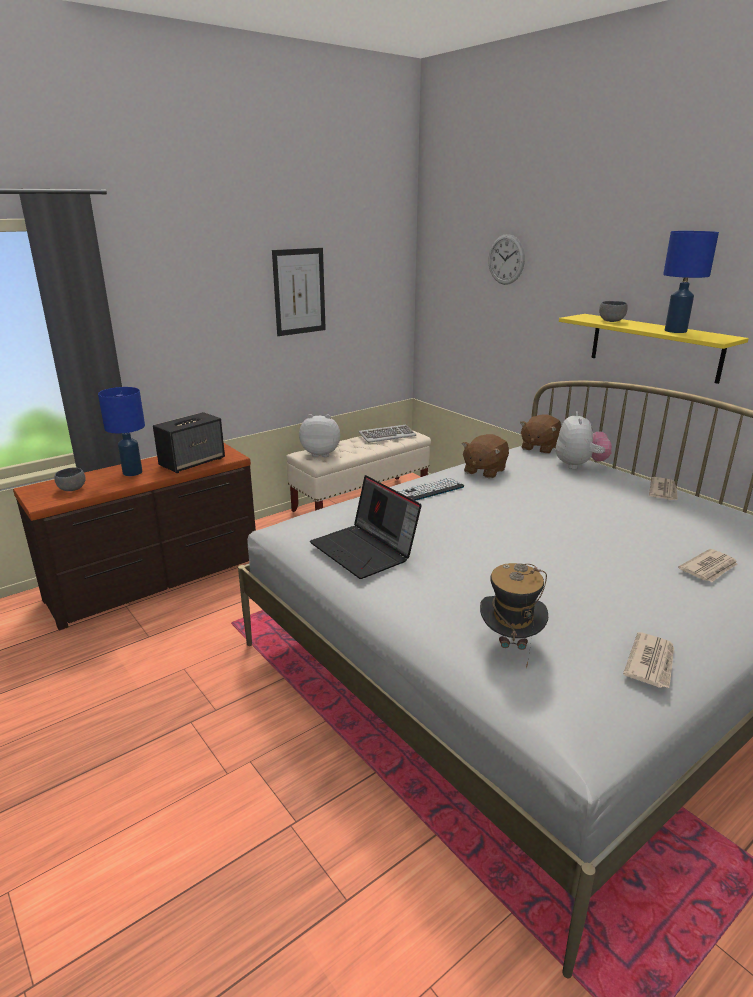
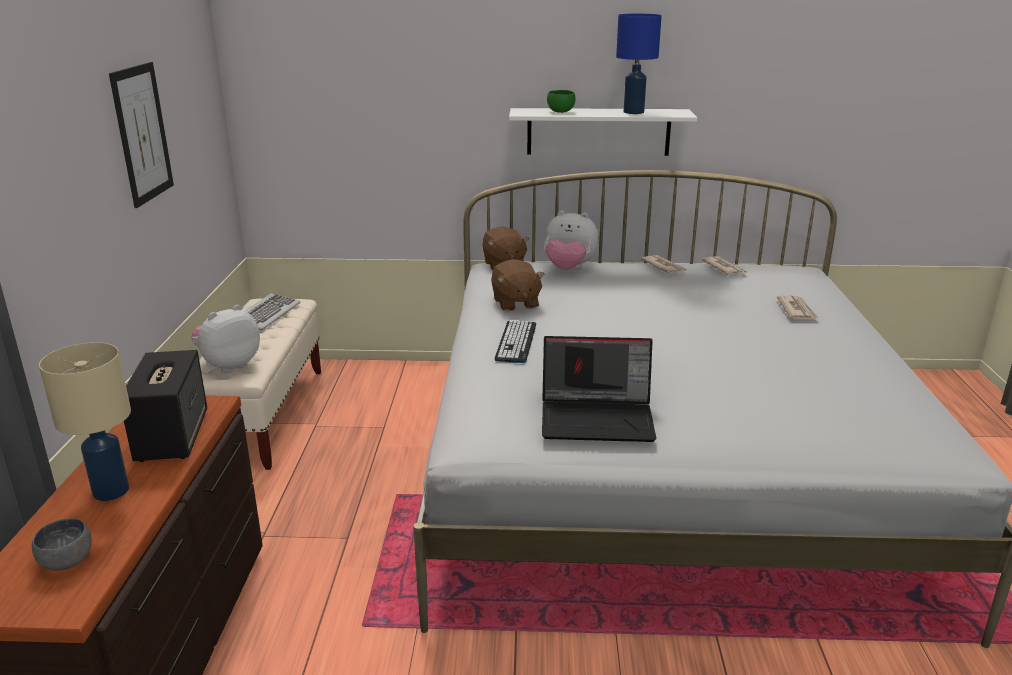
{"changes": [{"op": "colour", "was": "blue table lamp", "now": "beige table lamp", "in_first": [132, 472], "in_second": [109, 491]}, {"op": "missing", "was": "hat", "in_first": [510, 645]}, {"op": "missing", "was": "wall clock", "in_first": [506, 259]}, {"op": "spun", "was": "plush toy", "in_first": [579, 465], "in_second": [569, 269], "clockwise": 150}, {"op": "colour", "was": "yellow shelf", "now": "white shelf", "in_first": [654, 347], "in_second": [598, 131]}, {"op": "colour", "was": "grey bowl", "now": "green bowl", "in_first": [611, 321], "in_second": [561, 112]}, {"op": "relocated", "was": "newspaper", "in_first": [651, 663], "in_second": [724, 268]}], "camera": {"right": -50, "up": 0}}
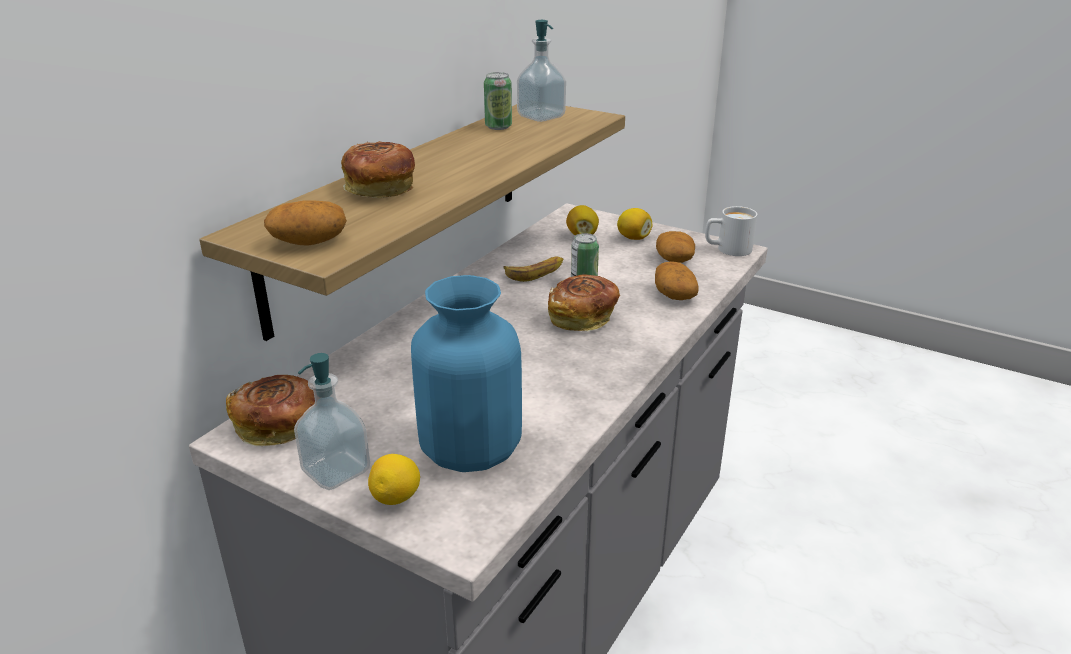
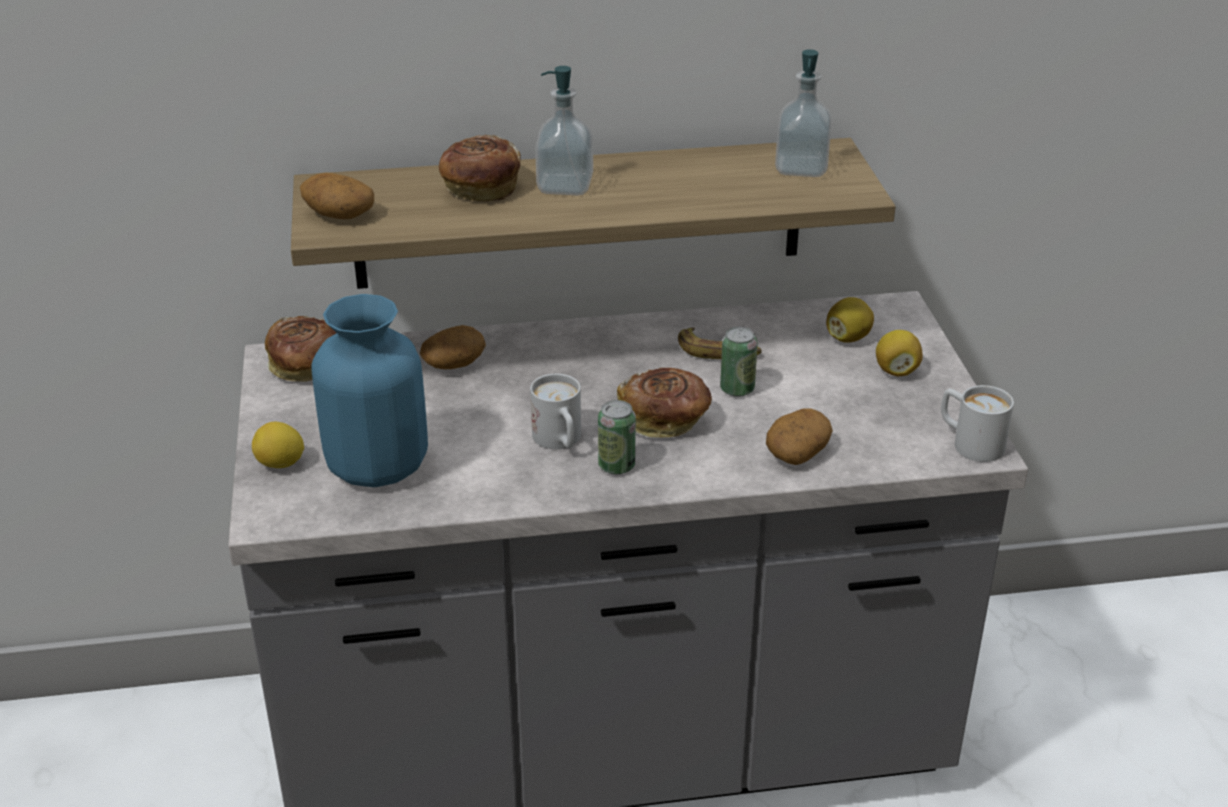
{"changes": [{"op": "relocated", "was": "soap dispenser", "in_first": [336, 471], "in_second": [565, 186]}, {"op": "relocated", "was": "can", "in_first": [498, 127], "in_second": [616, 466]}, {"op": "relocated", "was": "potato", "in_first": [675, 260], "in_second": [454, 364]}, {"op": "appeared", "now": "white mug", "in_second": [560, 441]}], "camera": {"right": 50, "up": 5}}
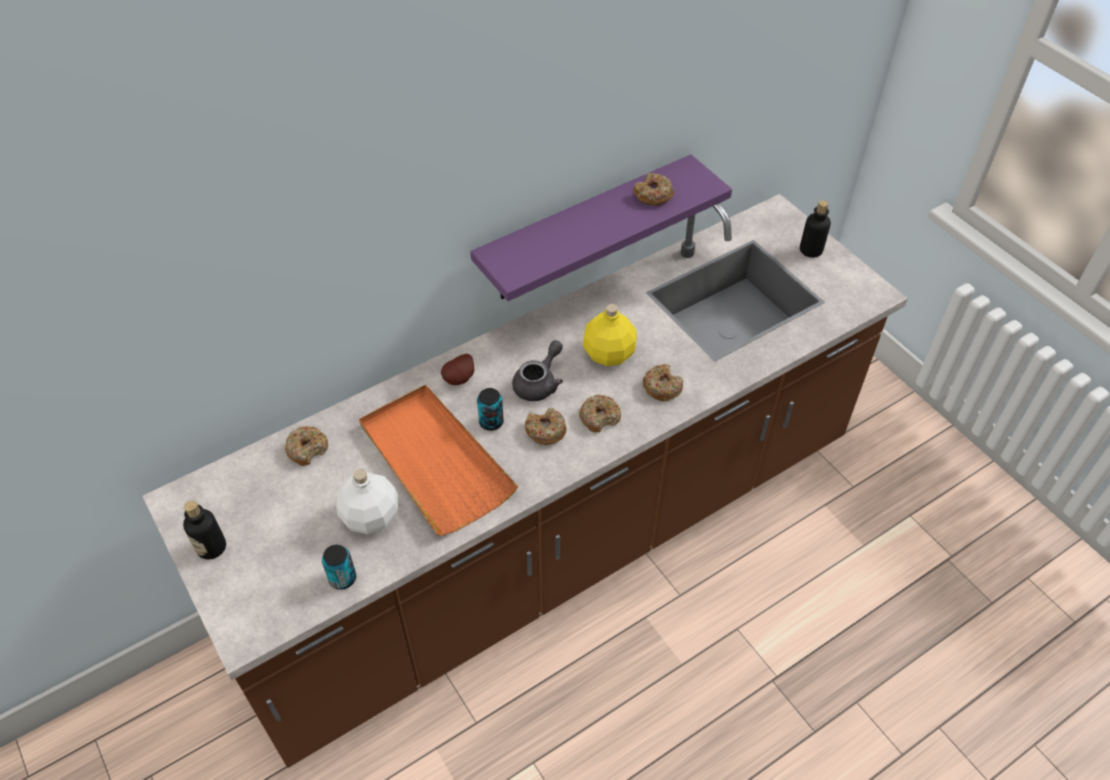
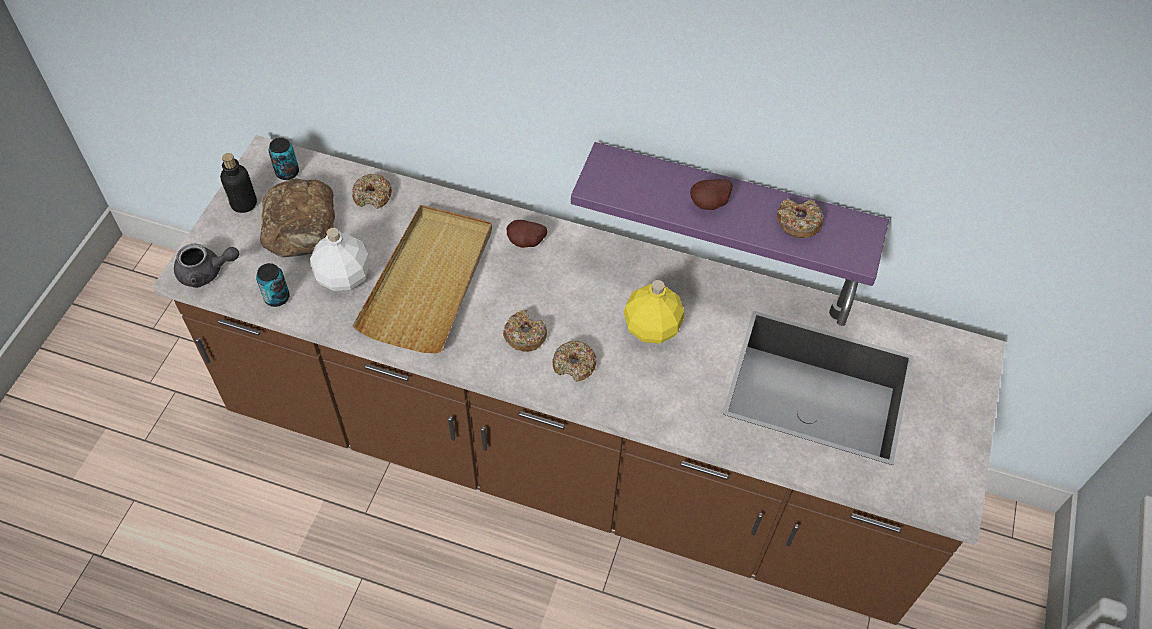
{"changes": [{"op": "colour", "was": "orange tray", "now": "beige tray", "in_first": [434, 461], "in_second": [429, 281]}, {"op": "relocated", "was": "can", "in_first": [491, 422], "in_second": [287, 172]}, {"op": "relocated", "was": "grey teapot", "in_first": [539, 383], "in_second": [206, 272]}, {"op": "missing", "was": "donut", "in_first": [662, 387]}, {"op": "missing", "was": "bottle", "in_first": [811, 250]}, {"op": "appeared", "now": "bread", "in_second": [301, 225]}, {"op": "appeared", "now": "potato", "in_second": [710, 205]}], "camera": {"right": 50, "up": 5}}
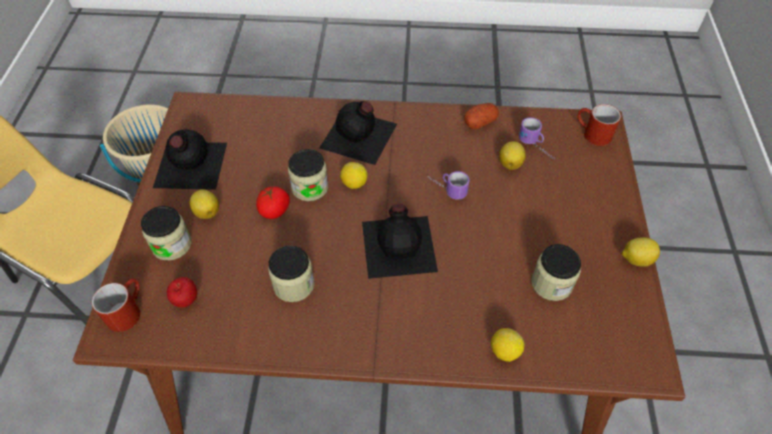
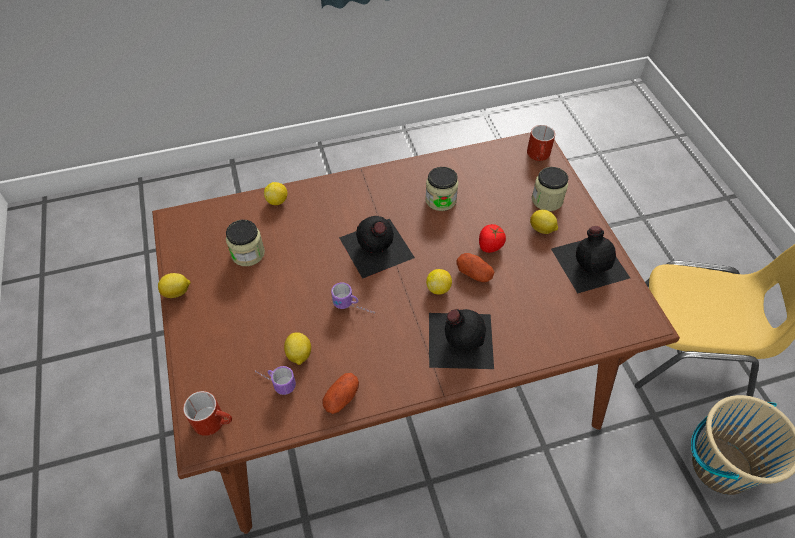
{"changes": [{"op": "missing", "was": "apple", "in_first": [186, 300]}, {"op": "exchanged", "was": "jar", "now": "potato", "in_first": [310, 187], "in_second": [474, 273]}], "camera": {"right": 160, "up": 0}}
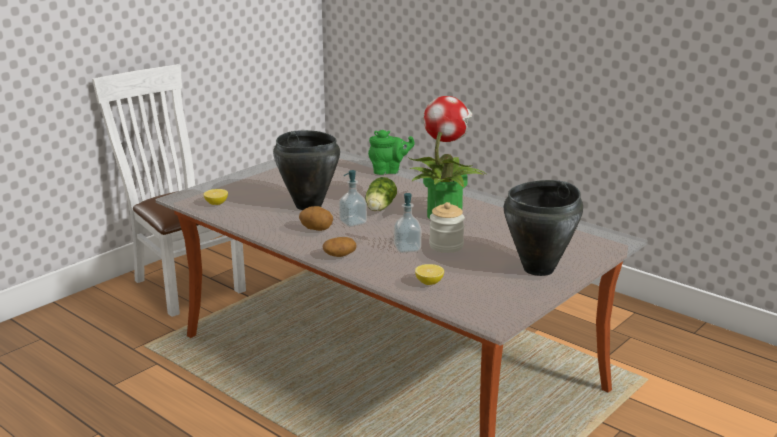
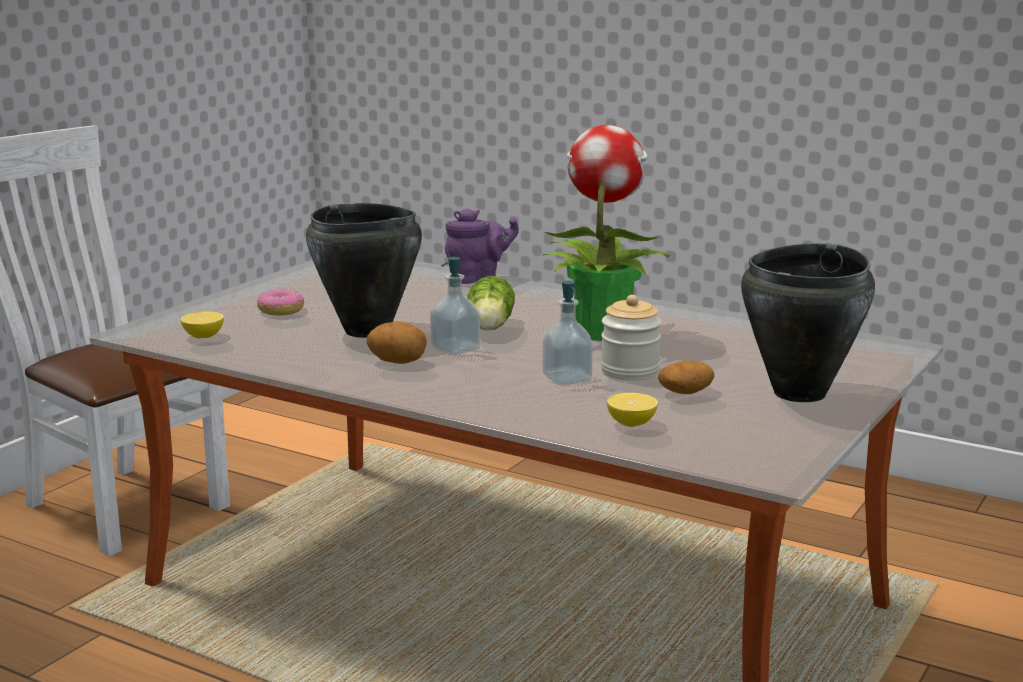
{"changes": [{"op": "relocated", "was": "potato", "in_first": [339, 255], "in_second": [685, 392]}, {"op": "colour", "was": "green teapot", "now": "purple teapot", "in_first": [389, 171], "in_second": [478, 279]}, {"op": "appeared", "now": "donut", "in_second": [281, 311]}], "camera": {"right": -10, "up": -5}}
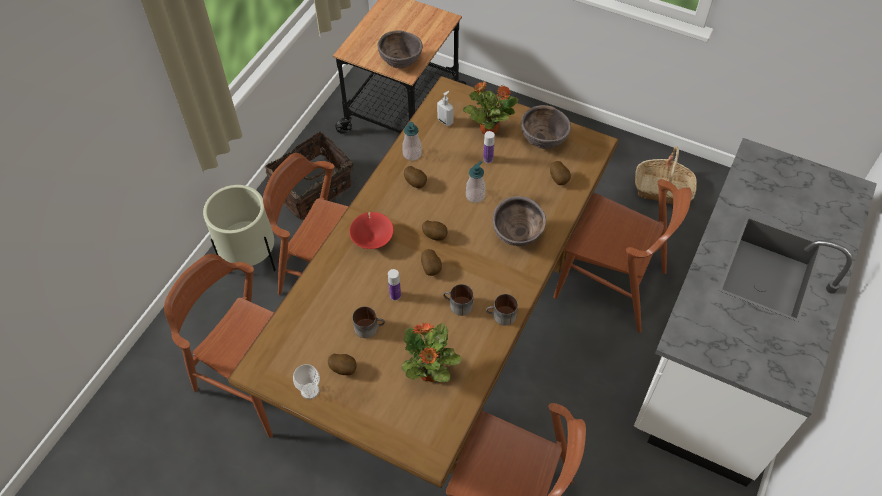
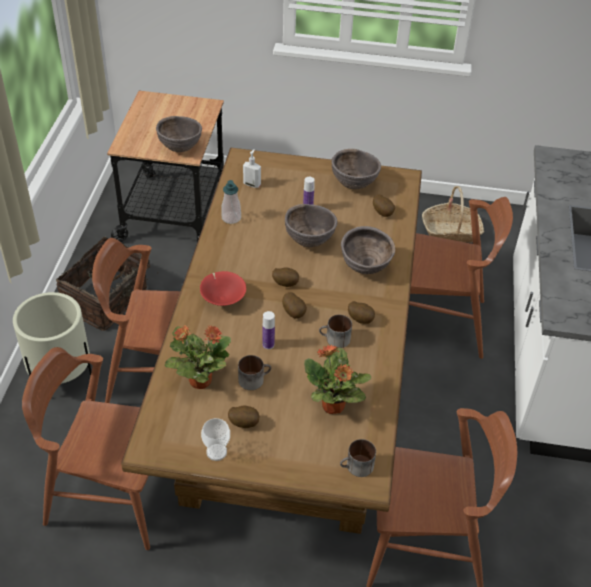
{"changes": [{"op": "relocated", "was": "potato", "in_first": [416, 183], "in_second": [361, 319]}, {"op": "relocated", "was": "potted plant", "in_first": [488, 129], "in_second": [199, 380]}, {"op": "exchanged", "was": "soap dispenser", "now": "brown bowl", "in_first": [475, 195], "in_second": [309, 242]}, {"op": "relocated", "was": "mug", "in_first": [501, 316], "in_second": [357, 467]}], "camera": {"right": -20, "up": -10}}
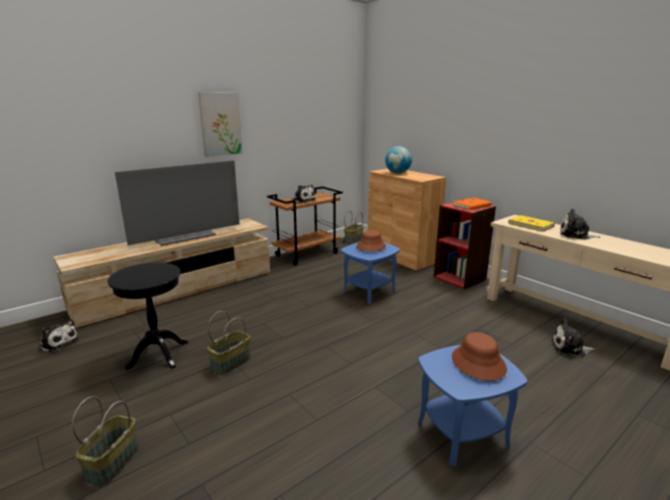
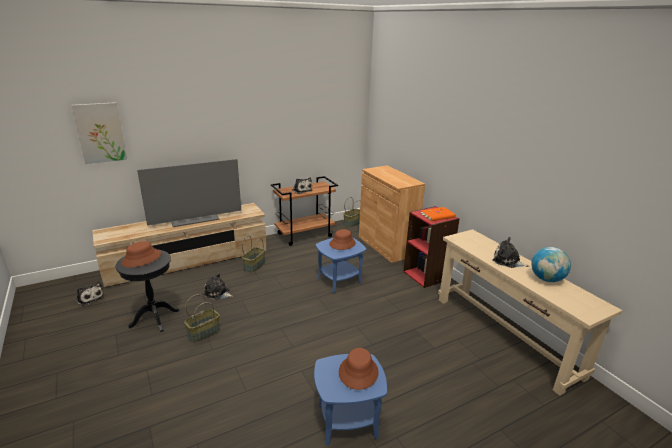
{"changes": [{"op": "relocated", "was": "basket", "in_first": [112, 461], "in_second": [254, 266]}, {"op": "relocated", "was": "picture", "in_first": [220, 124], "in_second": [100, 133]}, {"op": "relocated", "was": "globe", "in_first": [397, 173], "in_second": [546, 279]}, {"op": "missing", "was": "yellow book", "in_first": [530, 225]}, {"op": "relocated", "was": "plush toy", "in_first": [570, 348], "in_second": [218, 293]}, {"op": "appeared", "now": "brown hat", "in_second": [141, 259]}], "camera": {"right": 10, "up": 5}}
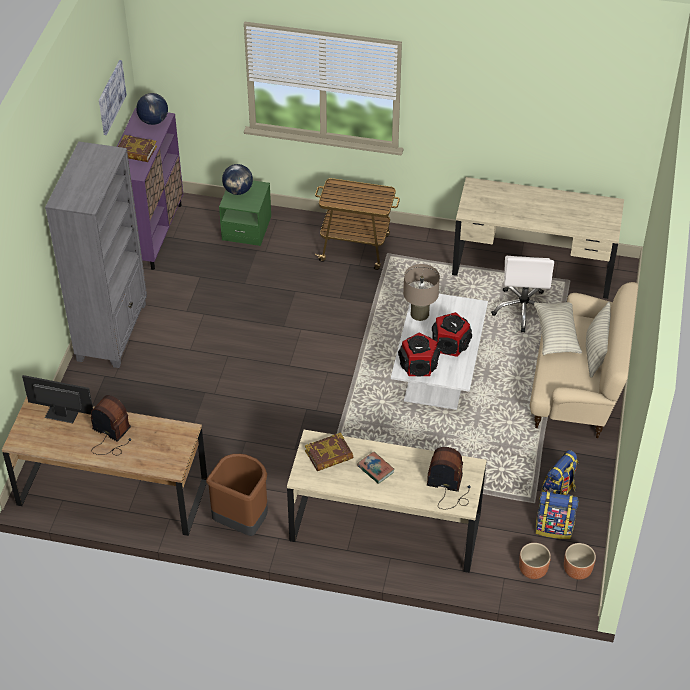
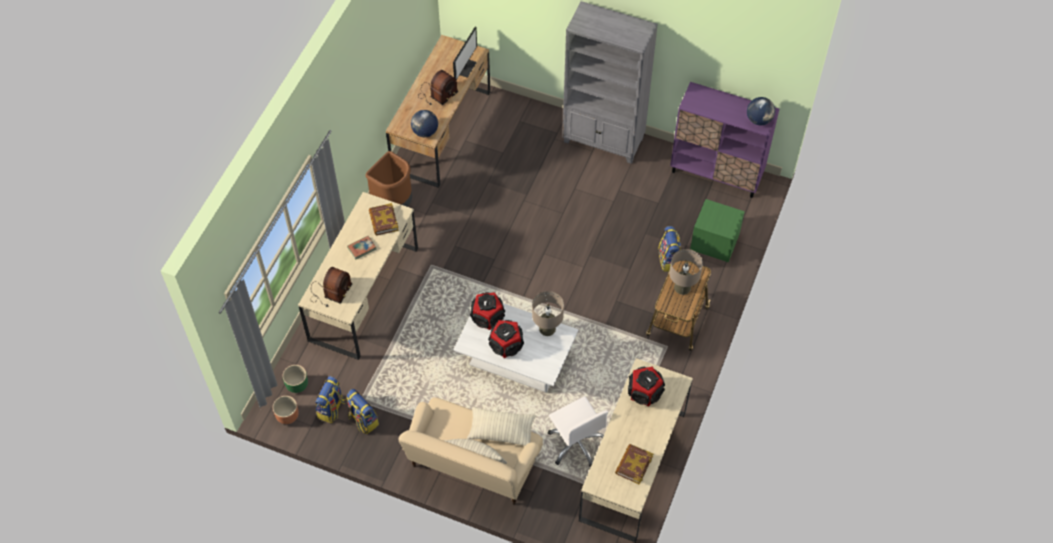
{"changes": [{"op": "missing", "was": "picture", "in_first": [111, 97]}, {"op": "relocated", "was": "book", "in_first": [136, 152], "in_second": [633, 465]}, {"op": "relocated", "was": "globe", "in_first": [238, 191], "in_second": [425, 132]}, {"op": "spun", "was": "white office chair", "in_first": [523, 309], "in_second": [576, 443], "clockwise": -135}, {"op": "colour", "was": "brown planter", "now": "green planter", "in_first": [533, 570], "in_second": [297, 385]}, {"op": "appeared", "now": "speaker", "in_second": [644, 392]}, {"op": "appeared", "now": "backpack", "in_second": [669, 260]}, {"op": "appeared", "now": "beige table lamp", "in_second": [682, 287]}], "camera": {"right": 100, "up": 10}}
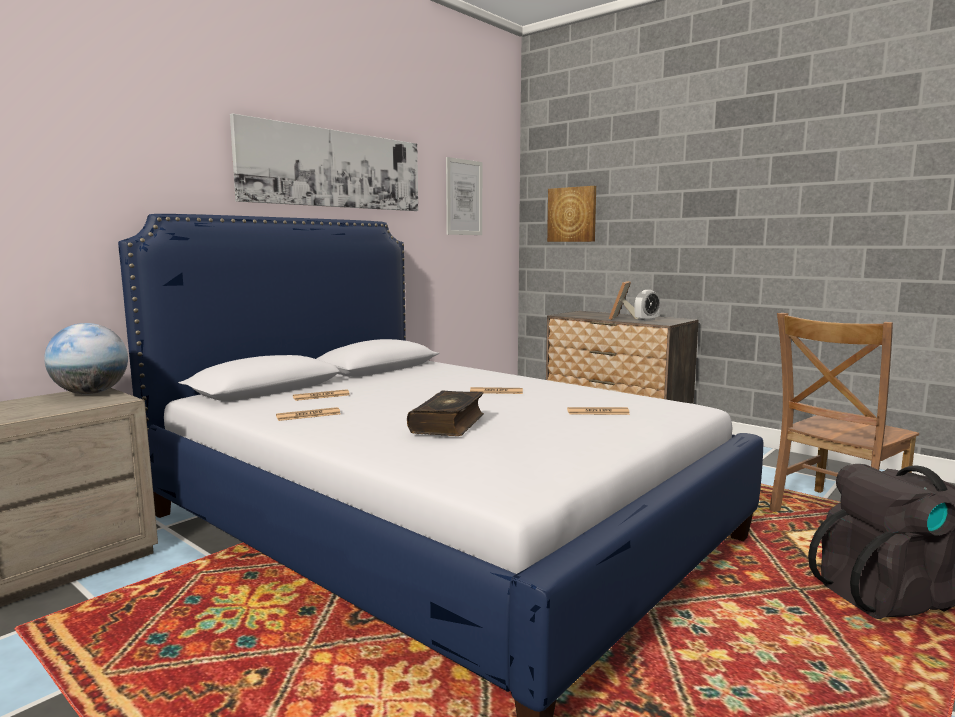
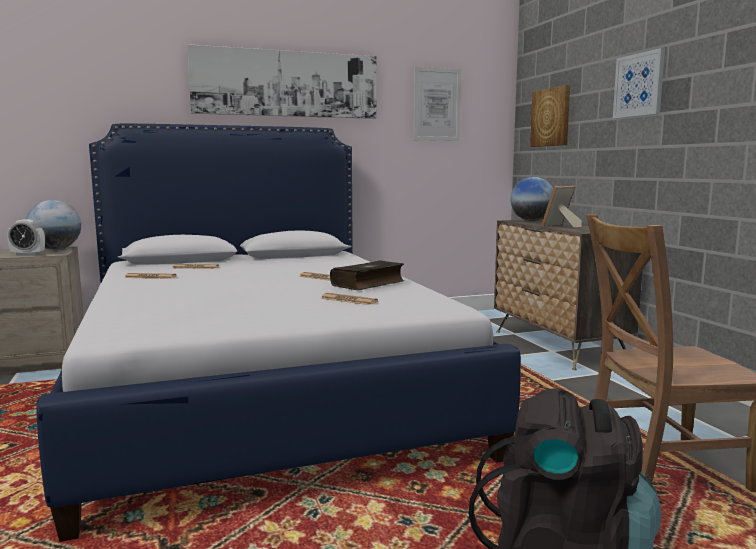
{"changes": [{"op": "relocated", "was": "book", "in_first": [449, 424], "in_second": [368, 284]}, {"op": "relocated", "was": "alarm clock", "in_first": [646, 320], "in_second": [28, 255]}, {"op": "appeared", "now": "globe", "in_second": [531, 221]}, {"op": "appeared", "now": "picture", "in_second": [639, 85]}], "camera": {"right": 30, "up": 0}}
